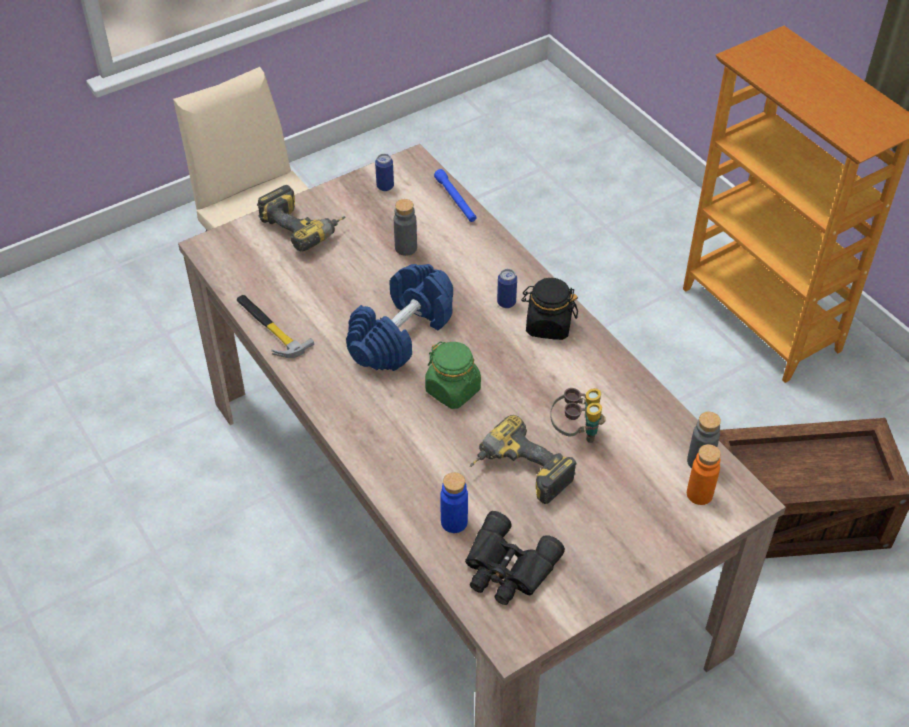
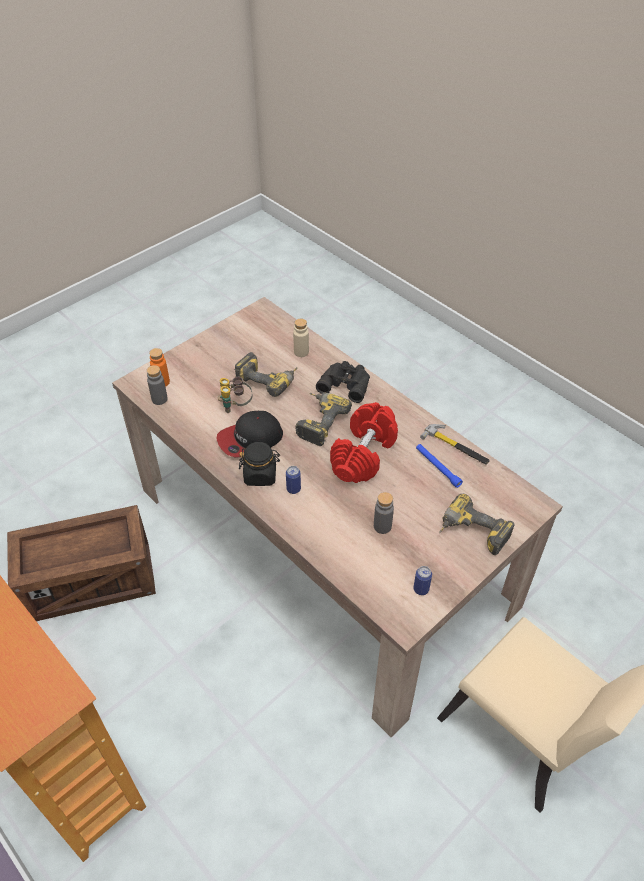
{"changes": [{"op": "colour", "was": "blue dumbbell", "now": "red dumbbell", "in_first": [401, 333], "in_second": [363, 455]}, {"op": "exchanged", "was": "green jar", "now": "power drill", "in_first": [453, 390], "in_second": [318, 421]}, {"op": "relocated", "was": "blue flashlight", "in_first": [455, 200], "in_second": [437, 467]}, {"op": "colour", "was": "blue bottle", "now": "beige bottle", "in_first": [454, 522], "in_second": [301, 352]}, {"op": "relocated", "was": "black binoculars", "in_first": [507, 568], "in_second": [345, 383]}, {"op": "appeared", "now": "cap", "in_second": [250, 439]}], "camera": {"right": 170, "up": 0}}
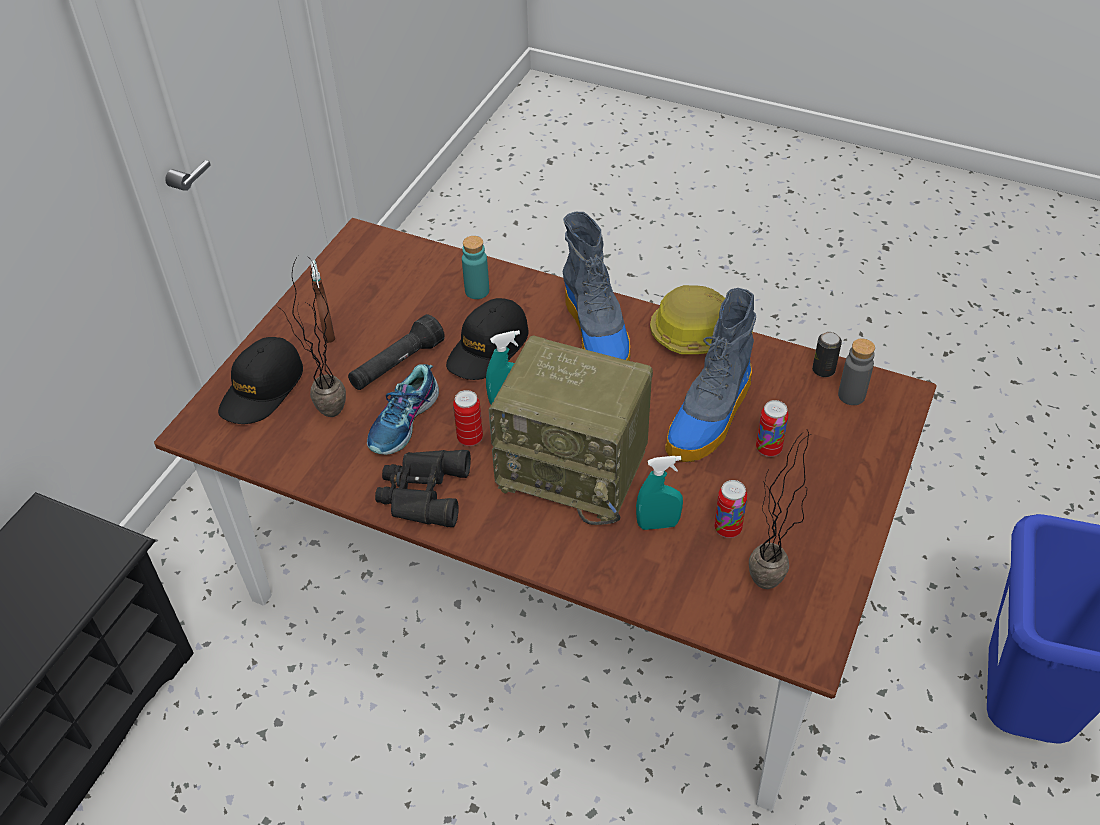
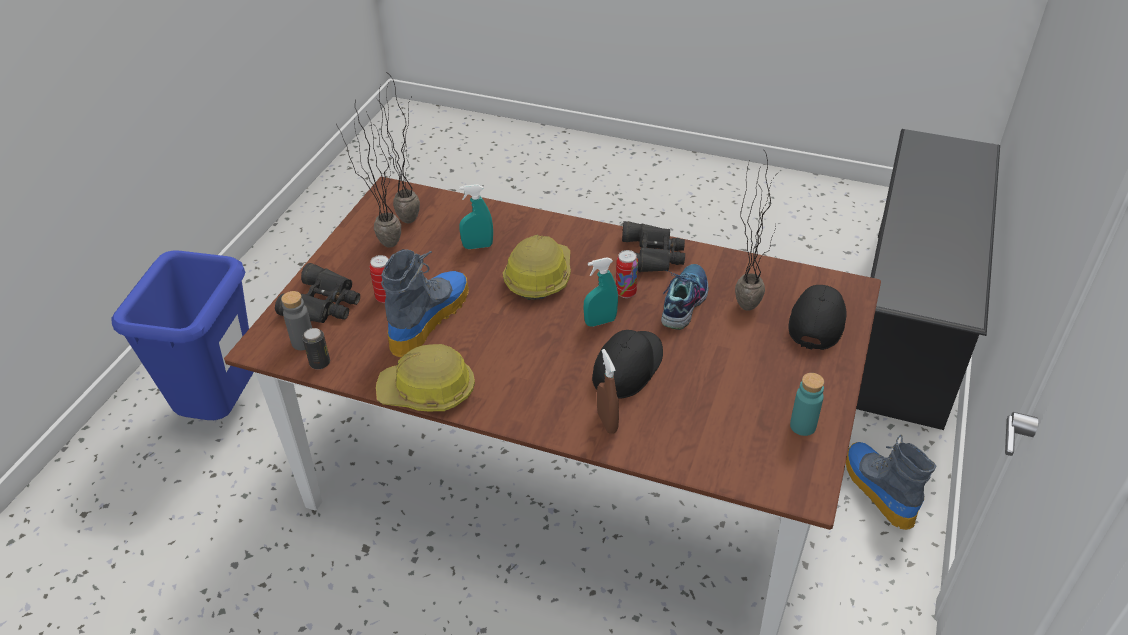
{"changes": [{"op": "relocated", "was": "brown spray bottle", "in_first": [328, 333], "in_second": [607, 422]}, {"op": "missing", "was": "black flashlight", "in_first": [397, 365]}, {"op": "relocated", "was": "turquoise bottle", "in_first": [477, 291], "in_second": [802, 426]}, {"op": "exchanged", "was": "radio", "now": "hard hat", "in_first": [575, 468], "in_second": [539, 276]}, {"op": "relocated", "was": "boot", "in_first": [597, 335], "in_second": [877, 489]}, {"op": "missing", "was": "can", "in_first": [727, 529]}, {"op": "appeared", "now": "black binoculars", "in_second": [324, 303]}, {"op": "appeared", "now": "potted plant", "in_second": [382, 242]}], "camera": {"right": 175, "up": -5}}
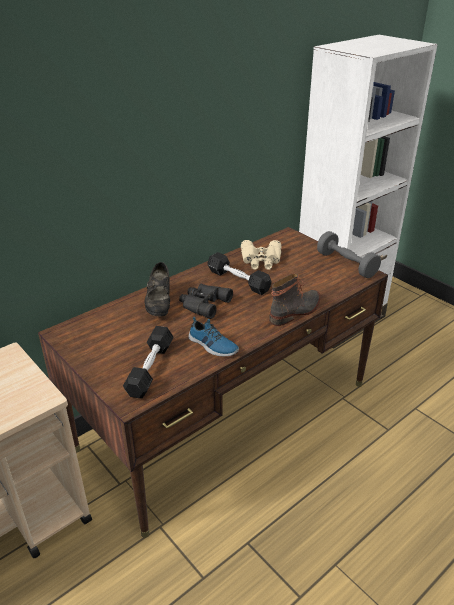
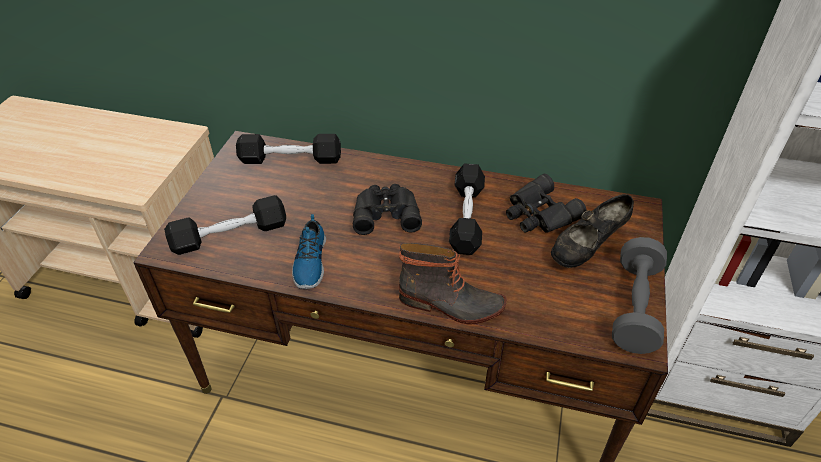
{"changes": [{"op": "relocated", "was": "black shoe", "in_first": [159, 304], "in_second": [586, 248]}, {"op": "colour", "was": "beige binoculars", "now": "black binoculars", "in_first": [261, 260], "in_second": [539, 214]}, {"op": "appeared", "now": "black dumbbell", "in_second": [291, 159]}], "camera": {"right": 55, "up": 10}}
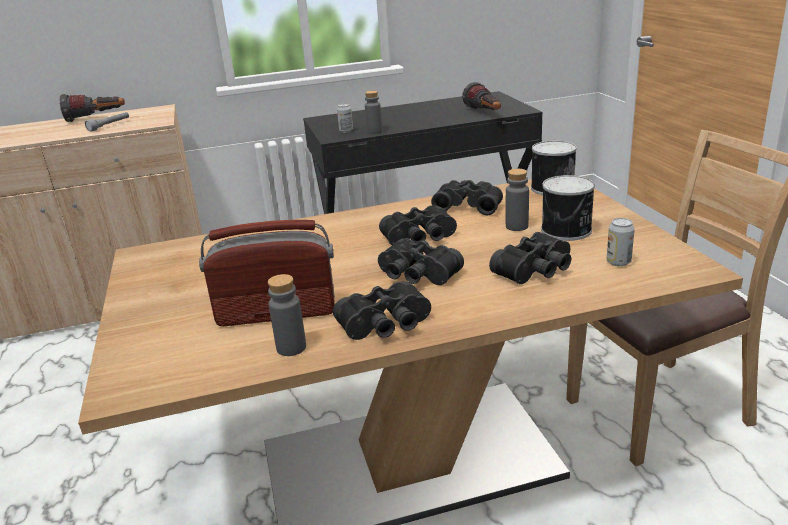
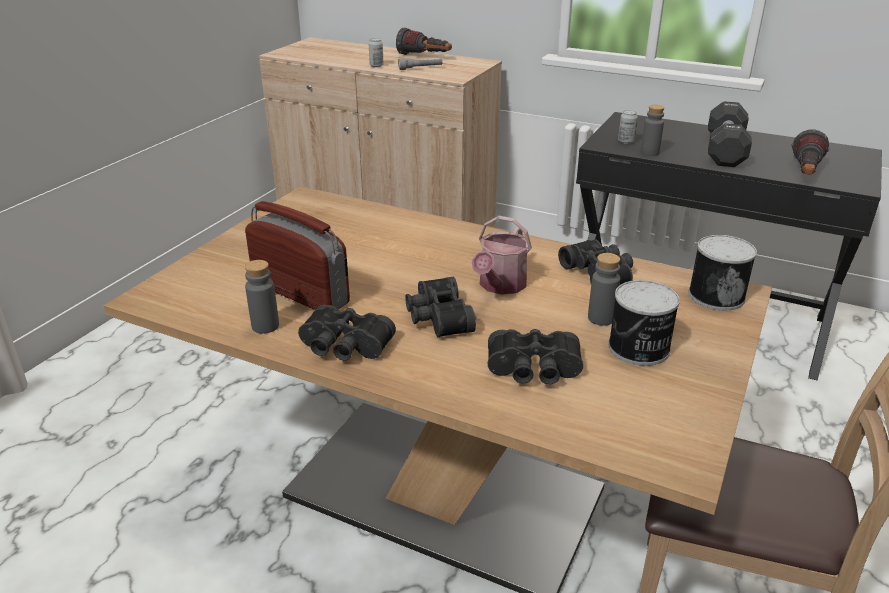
{"changes": [{"op": "exchanged", "was": "black binoculars", "now": "watering can", "in_first": [420, 239], "in_second": [500, 286]}, {"op": "relocated", "was": "can", "in_first": [618, 262], "in_second": [376, 65]}, {"op": "appeared", "now": "black dumbbell", "in_second": [725, 150]}], "camera": {"right": 40, "up": 5}}
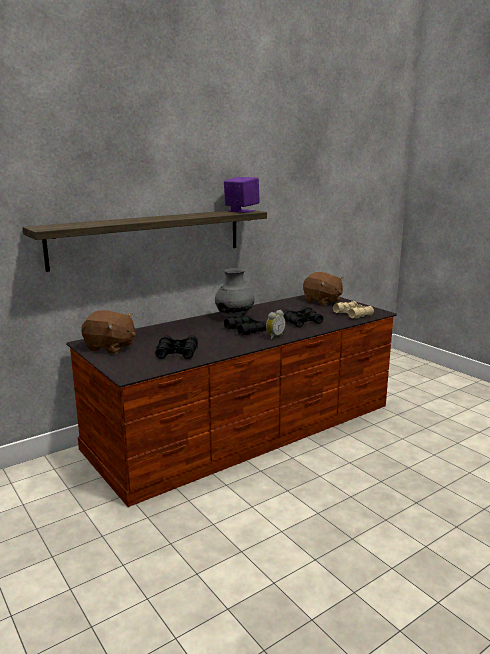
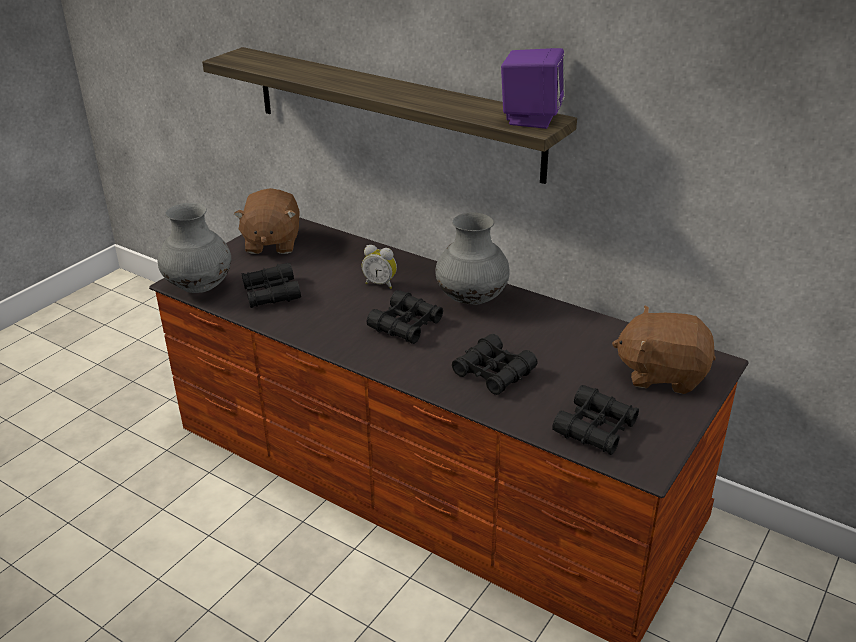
{"changes": [{"op": "relocated", "was": "alarm clock", "in_first": [274, 336], "in_second": [380, 283]}, {"op": "spun", "was": "brown plush toy", "in_first": [322, 301], "in_second": [662, 374], "clockwise": 75}, {"op": "colour", "was": "beige binoculars", "now": "black binoculars", "in_first": [353, 314], "in_second": [595, 428]}, {"op": "appeared", "now": "grey vase", "in_second": [200, 288]}], "camera": {"right": 70, "up": 15}}
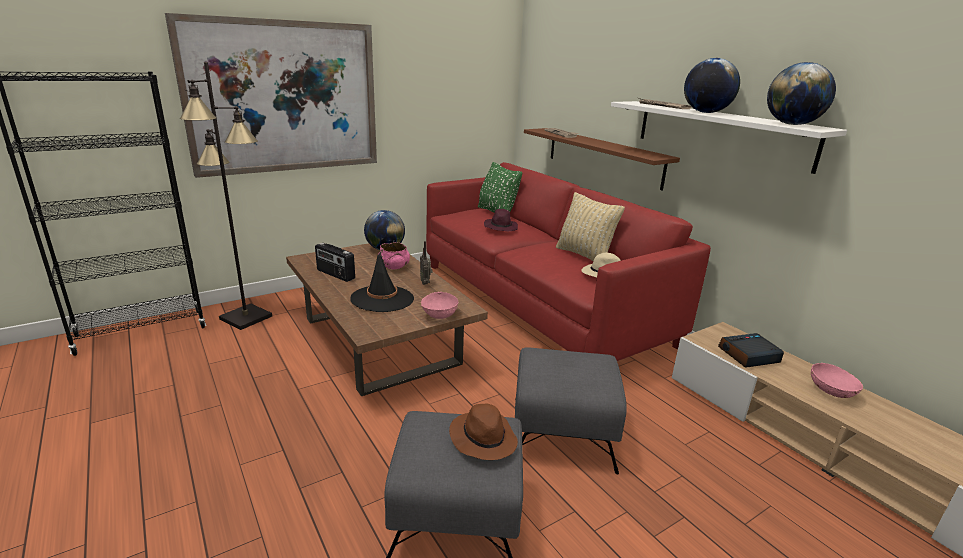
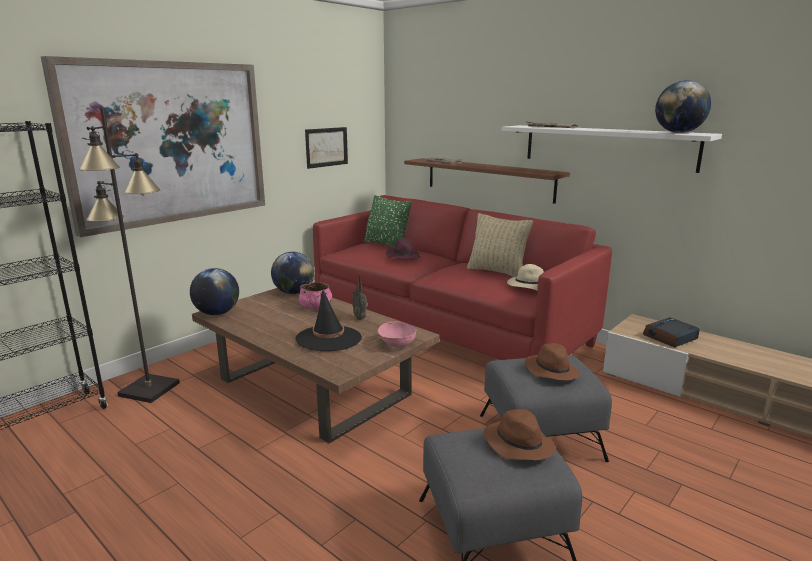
{"changes": [{"op": "missing", "was": "radio", "in_first": [335, 275]}, {"op": "relocated", "was": "globe", "in_first": [706, 112], "in_second": [217, 313]}, {"op": "missing", "was": "pink bowl", "in_first": [831, 391]}, {"op": "appeared", "now": "picture", "in_second": [326, 147]}, {"op": "appeared", "now": "brown hat", "in_second": [551, 370]}], "camera": {"right": -15, "up": -5}}
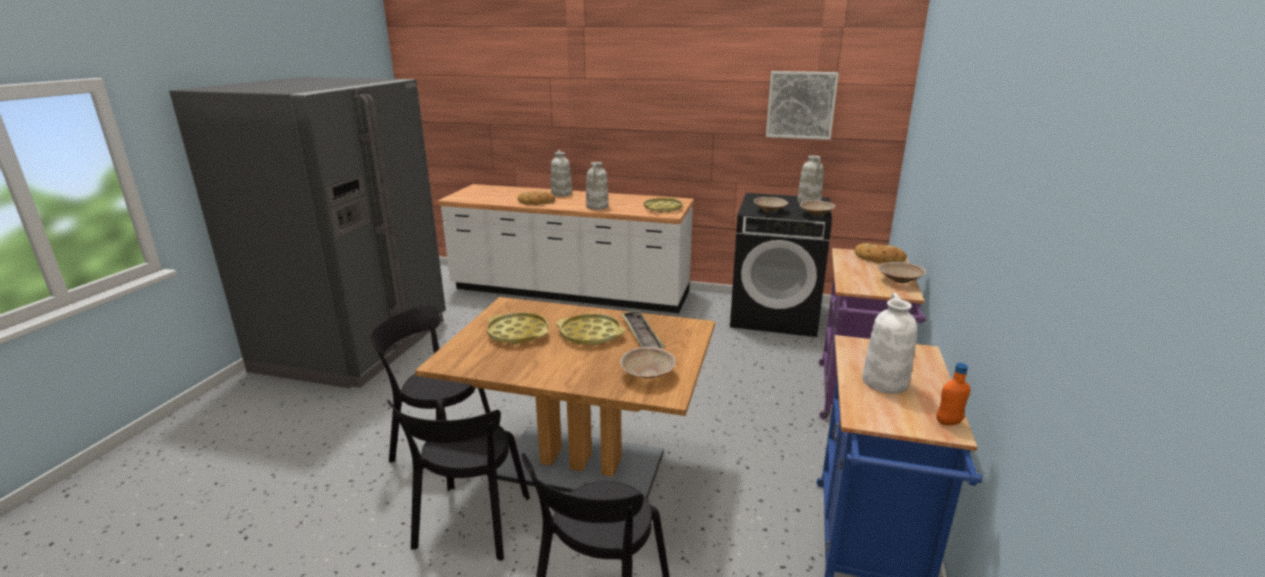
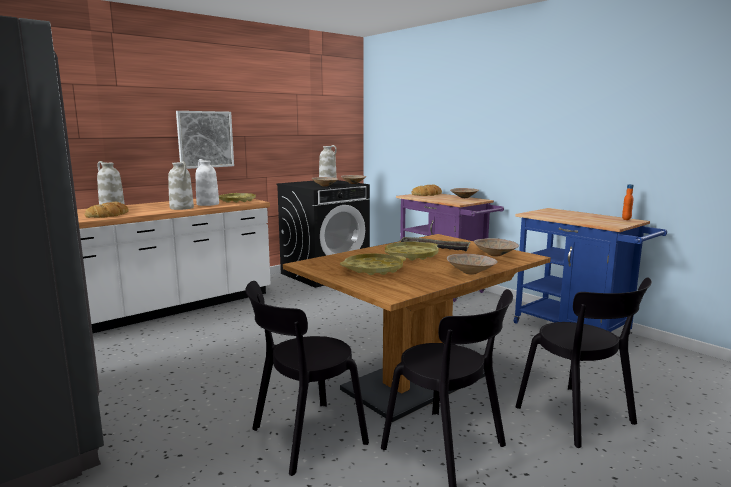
{"changes": [{"op": "relocated", "was": "picture", "in_first": [801, 105], "in_second": [205, 139]}, {"op": "relocated", "was": "white vase", "in_first": [884, 382], "in_second": [207, 204]}, {"op": "appeared", "now": "beige bowl", "in_second": [471, 273]}], "camera": {"right": -55, "up": -10}}
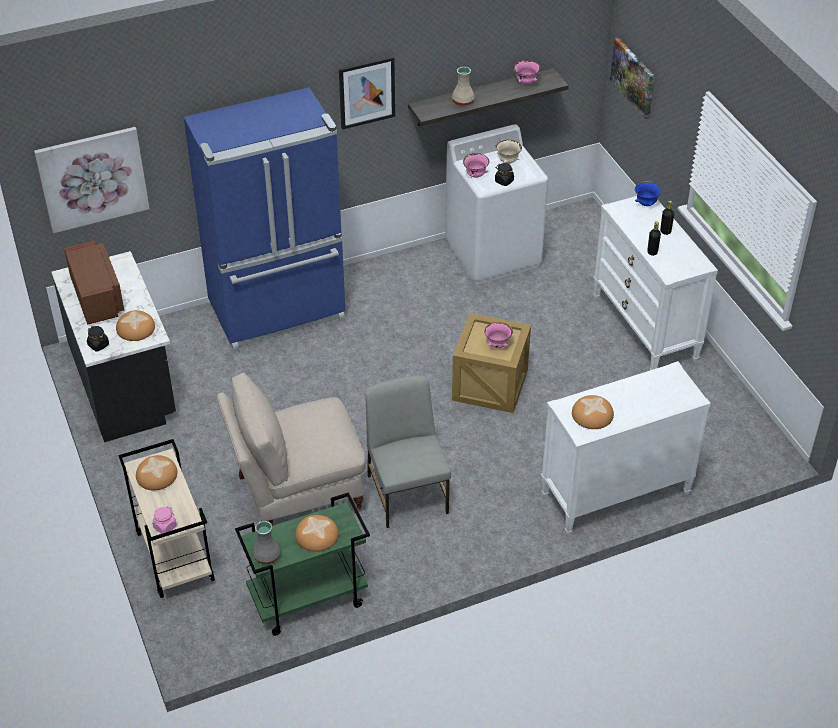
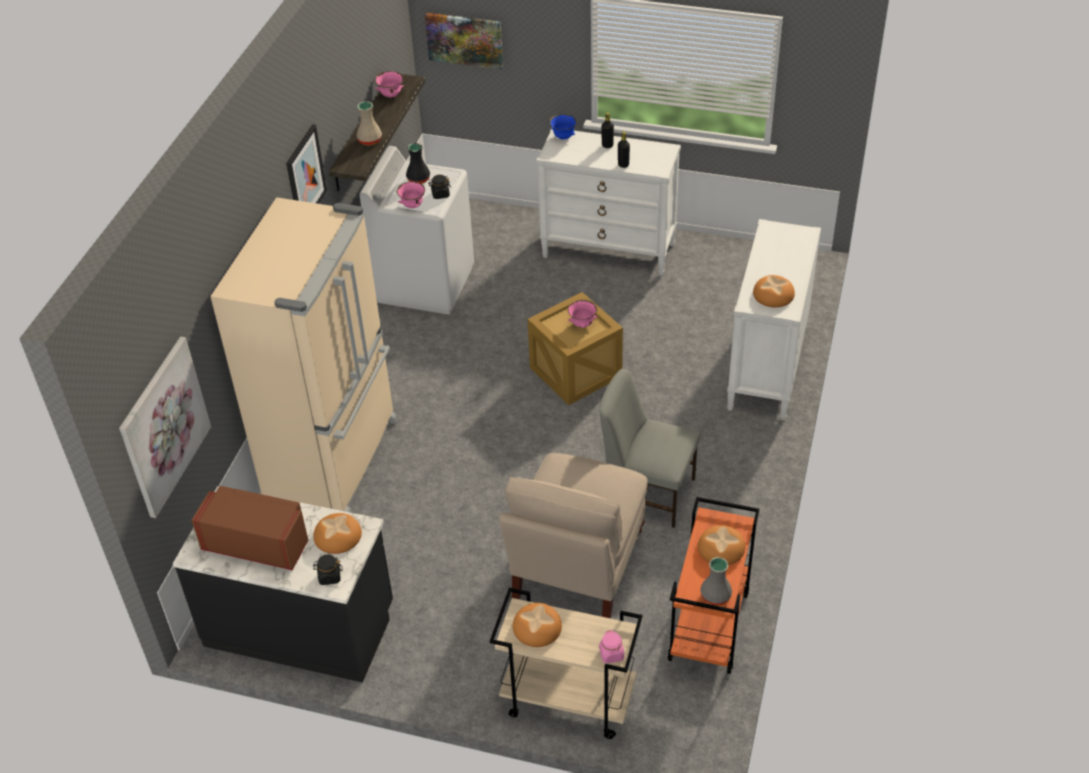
{"changes": [{"op": "colour", "was": "blue fridge", "now": "beige fridge", "in_first": [279, 313], "in_second": [335, 459]}, {"op": "colour", "was": "green cart", "now": "orange cart", "in_first": [307, 600], "in_second": [709, 628]}, {"op": "exchanged", "was": "beige bowl", "now": "black vase", "in_first": [508, 161], "in_second": [418, 179]}], "camera": {"right": -50, "up": 0}}
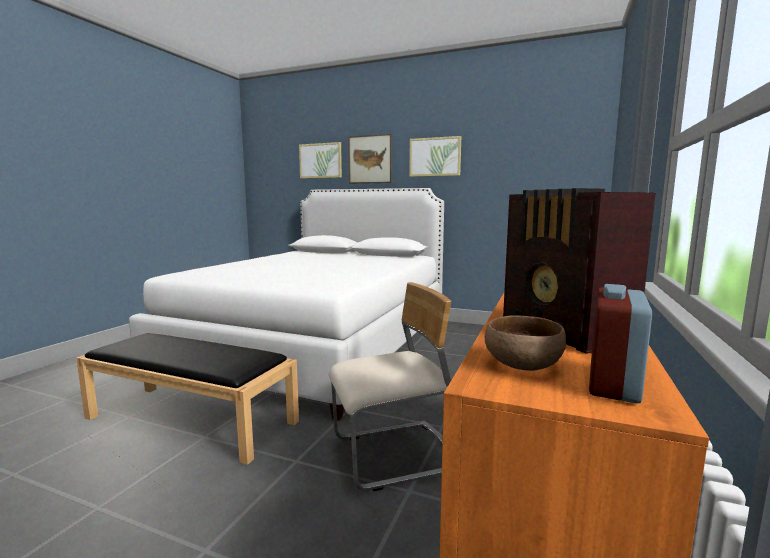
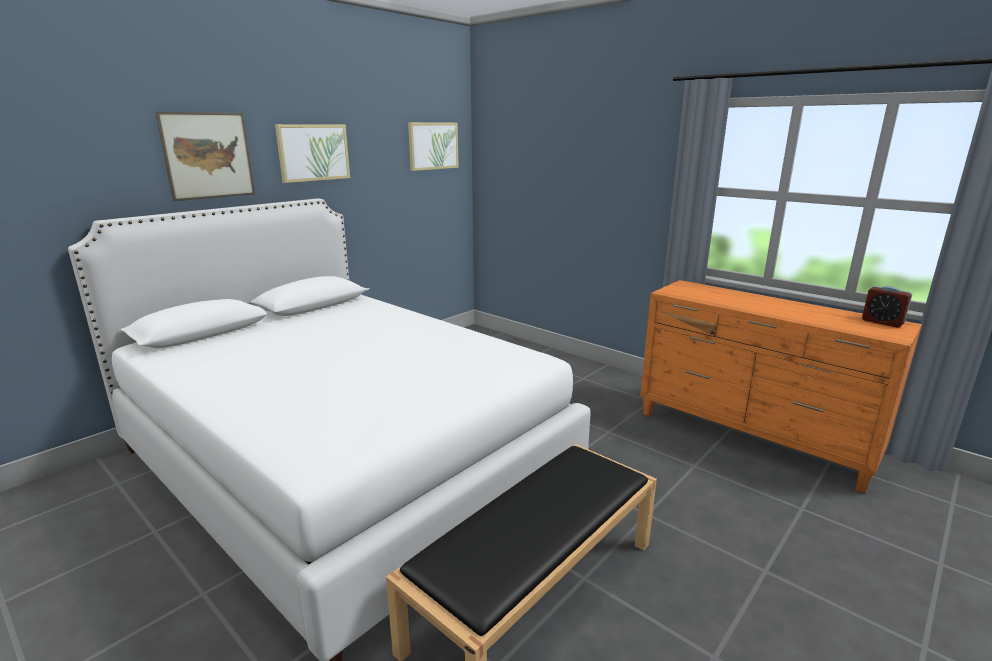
{"changes": [{"op": "relocated", "was": "picture", "in_first": [320, 161], "in_second": [433, 146]}, {"op": "missing", "was": "beige chair", "in_first": [395, 456]}, {"op": "missing", "was": "brown bowl", "in_first": [522, 367]}, {"op": "missing", "was": "radio", "in_first": [565, 333]}], "camera": {"right": -70, "up": 10}}
